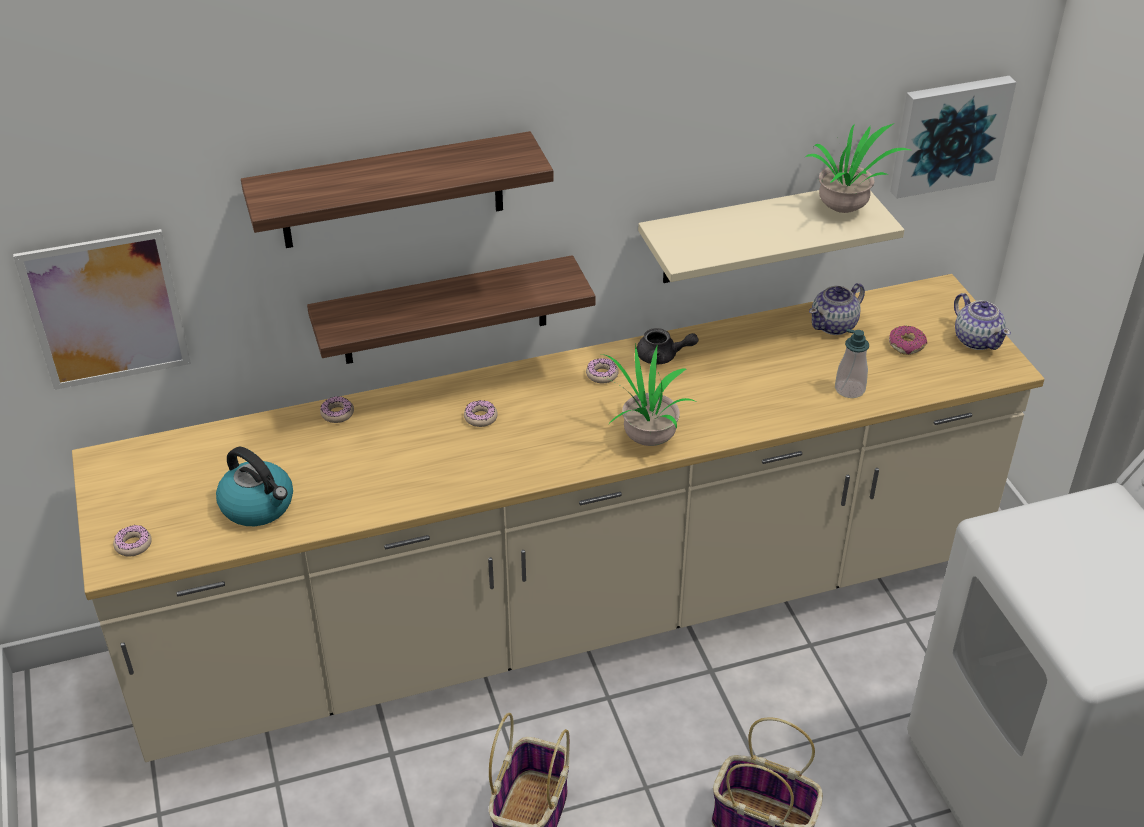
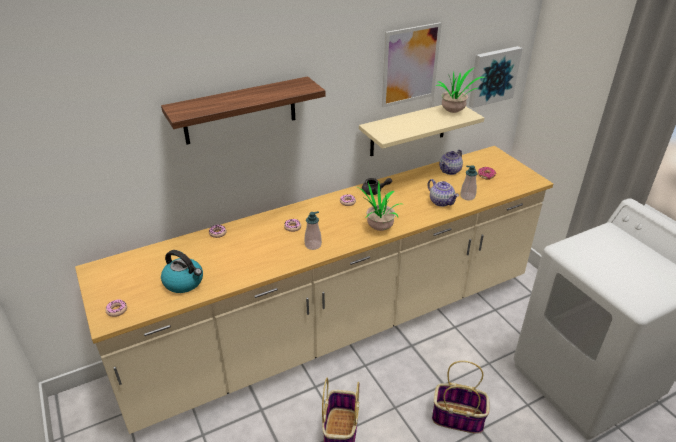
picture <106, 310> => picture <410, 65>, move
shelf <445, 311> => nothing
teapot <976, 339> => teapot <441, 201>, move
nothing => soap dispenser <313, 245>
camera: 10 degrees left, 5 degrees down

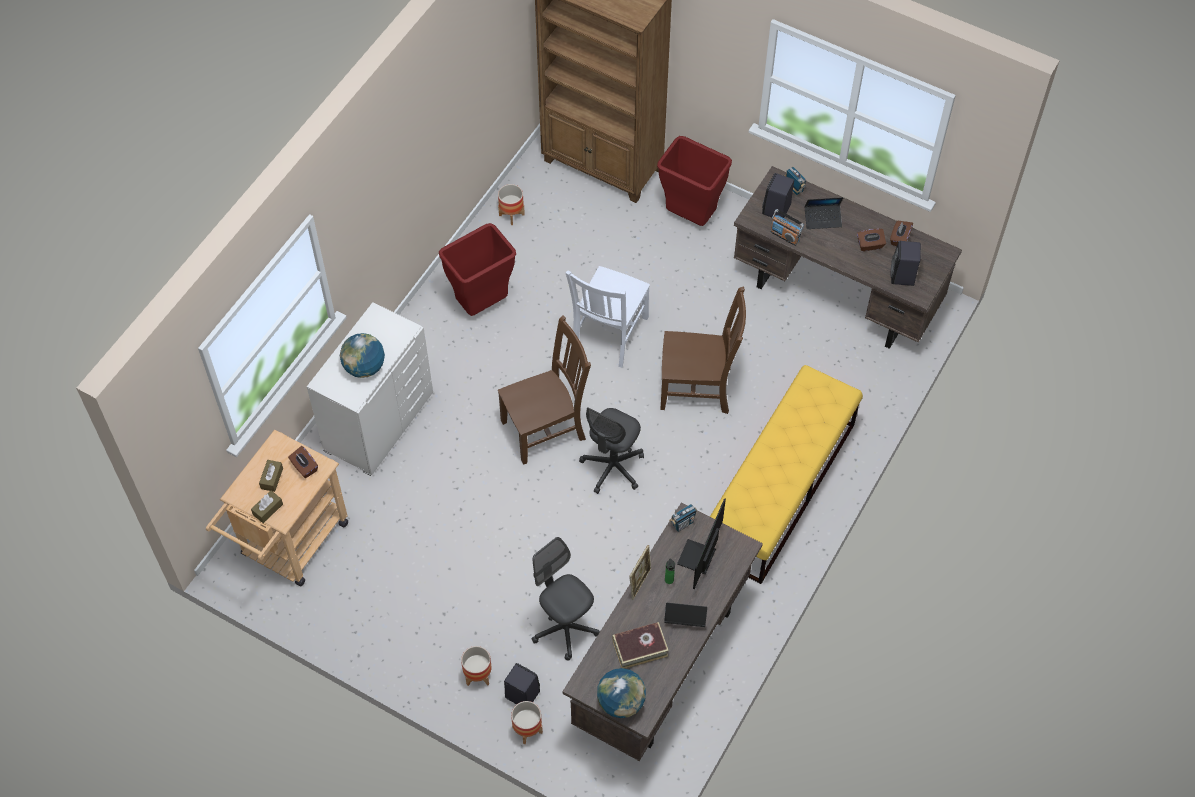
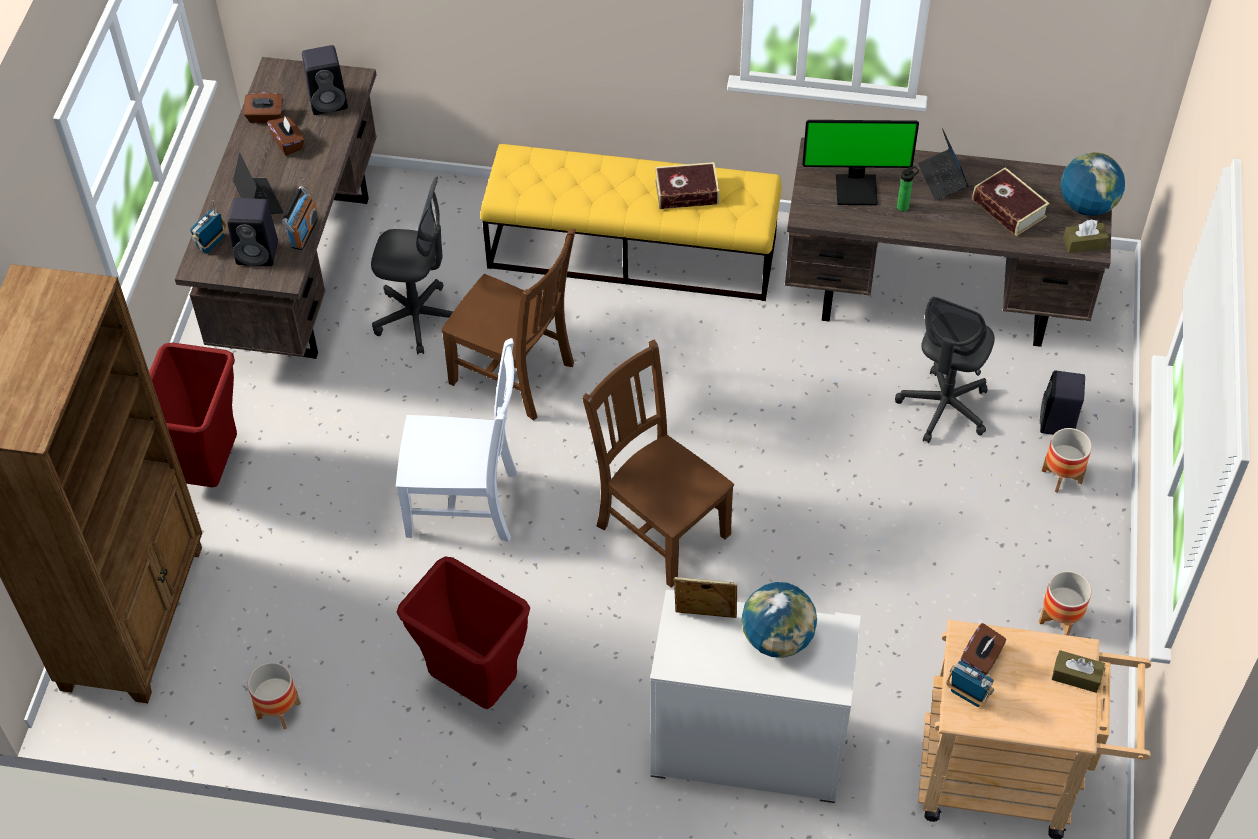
brown chair <698, 388> => brown chair <515, 375>, 135 degrees clockwise
grey office chair <612, 468> => grey office chair <418, 319>, move
brown tissue box <272, 478> => brown tissue box <1084, 243>, move
radio <682, 523> => radio <967, 695>, move
picture frame <640, 582> => picture frame <704, 616>, move
planter <527, 730> => planter <1060, 619>, move
nothing => book <686, 192>
camera: 110 degrees left, 5 degrees down

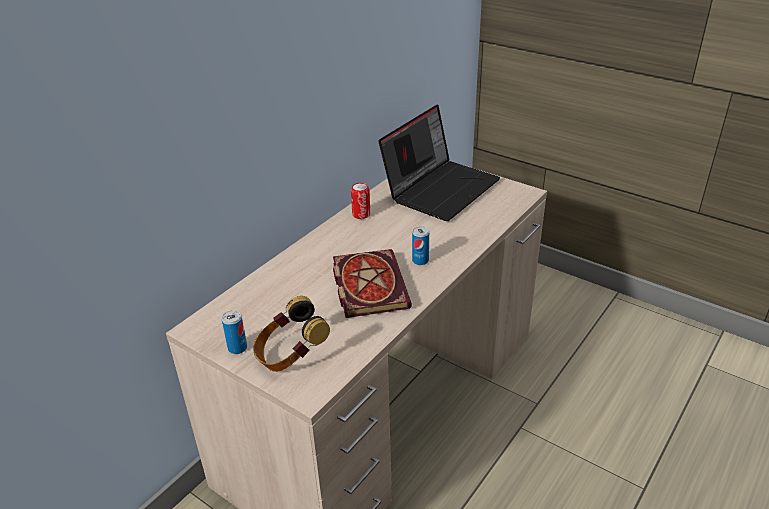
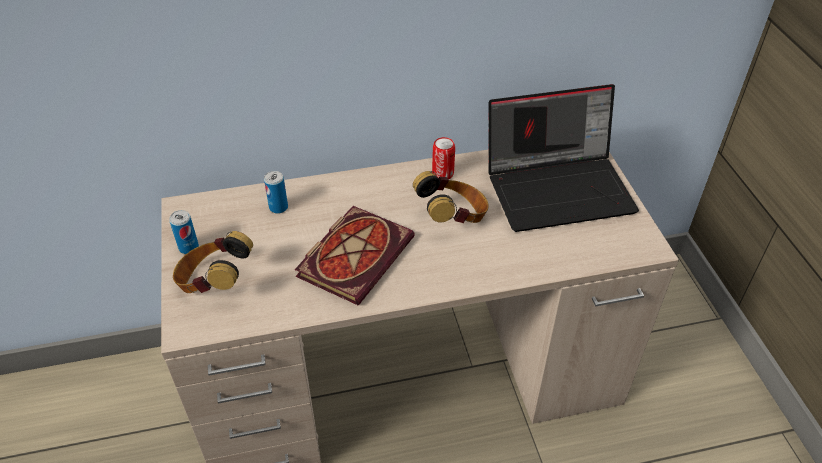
can <420, 260> => can <278, 207>, move
nothing => headphones <453, 217>
camera: 40 degrees right, 10 degrees up

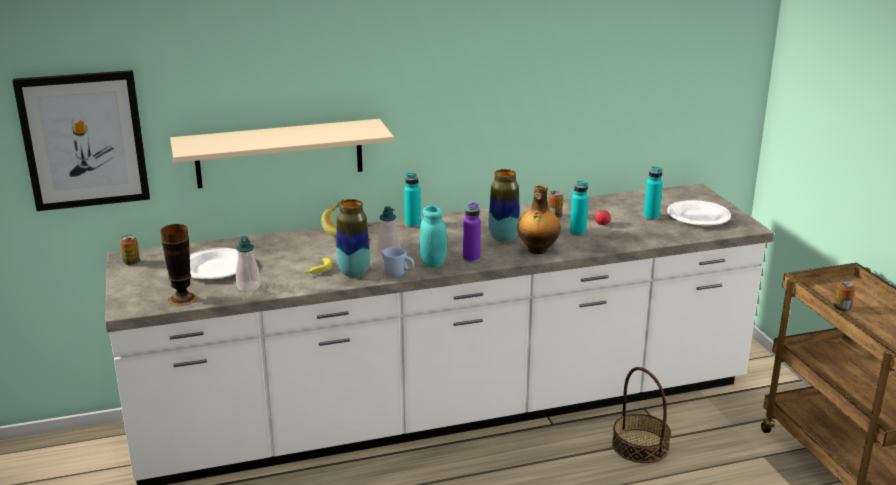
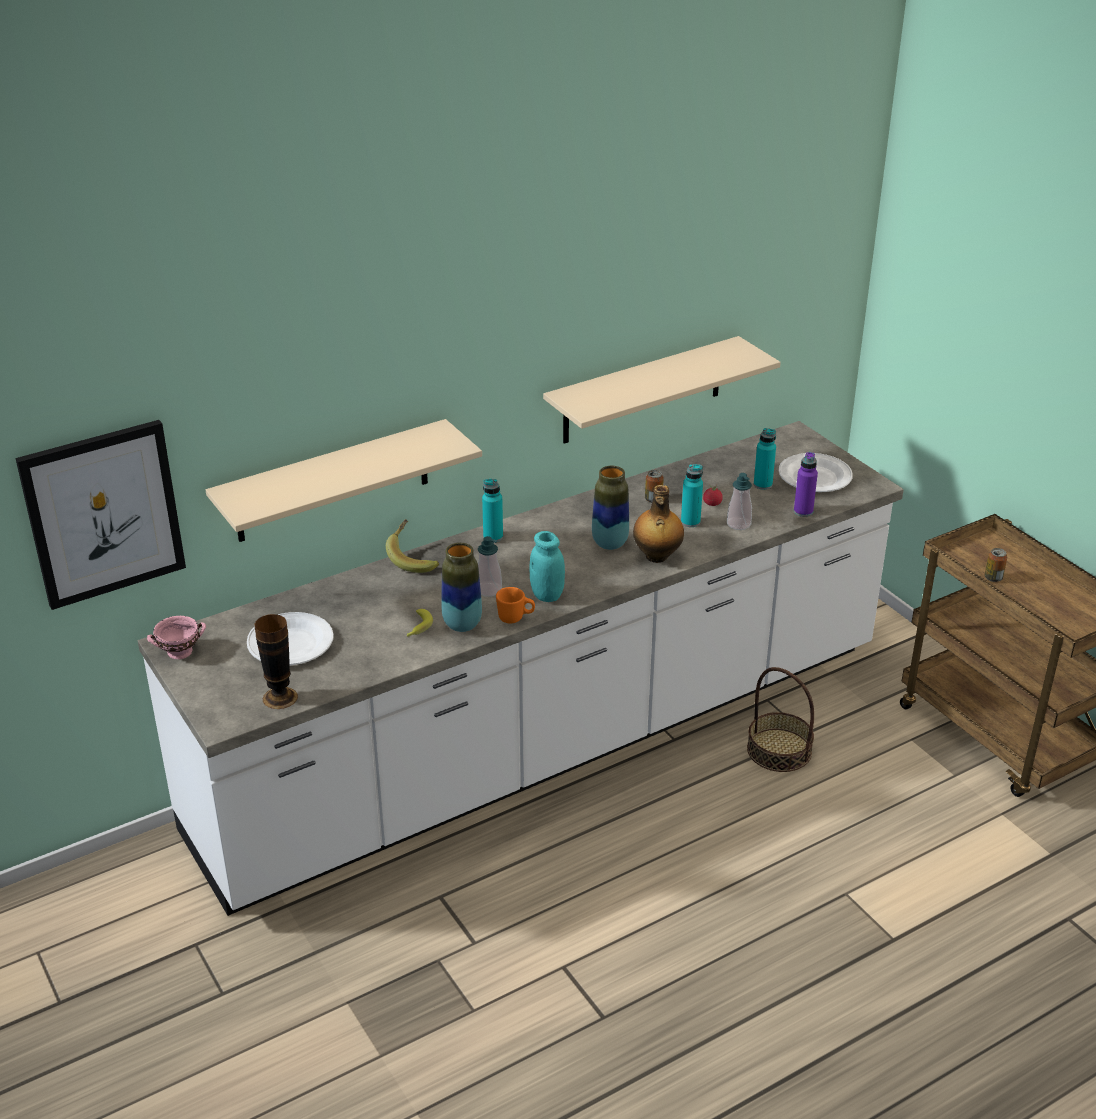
purple bottle <471, 259> => purple bottle <803, 511>, move
can <131, 262> => pink bowl <181, 652>
soap dispenser <248, 287> => soap dispenser <738, 524>, move
blue mug <398, 274> => orange mug <515, 618>
nothing => beige shelf <643, 391>
camera: 15 degrees left, 10 degrees up

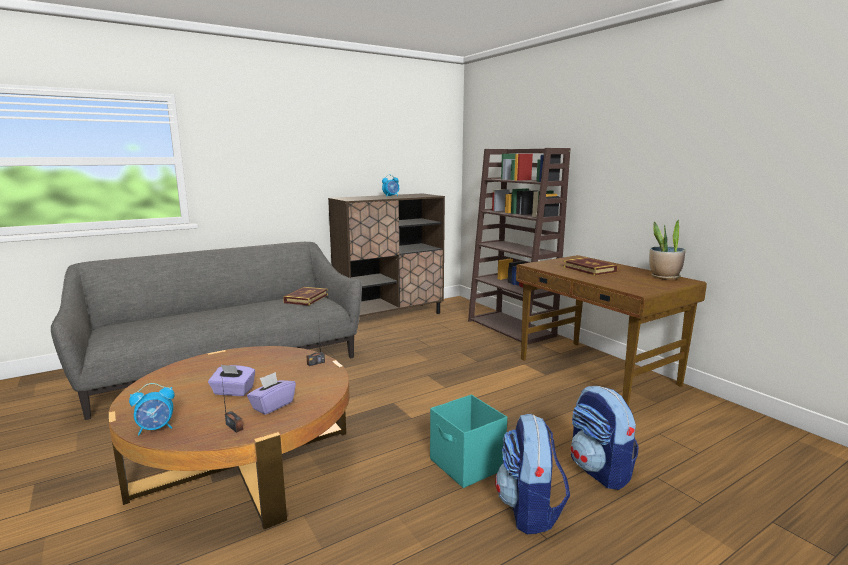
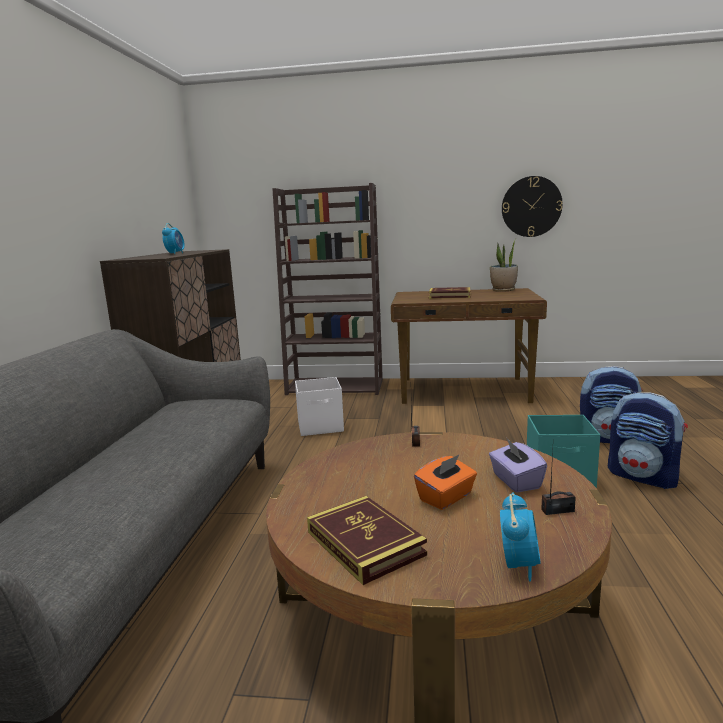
book <306, 298> => book <365, 543>, move
purple tissue box <233, 391> => orange tissue box <446, 497>
nothing => wall clock <531, 206>
nothing => white storage box <321, 426>
camera: 50 degrees left, 0 degrees up

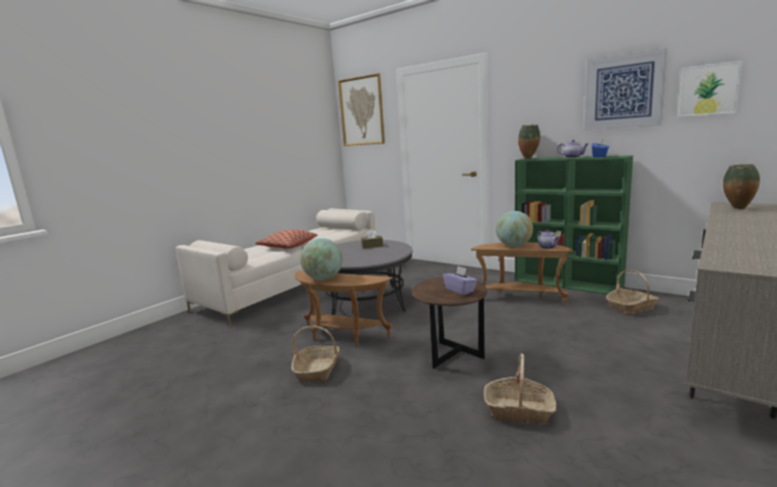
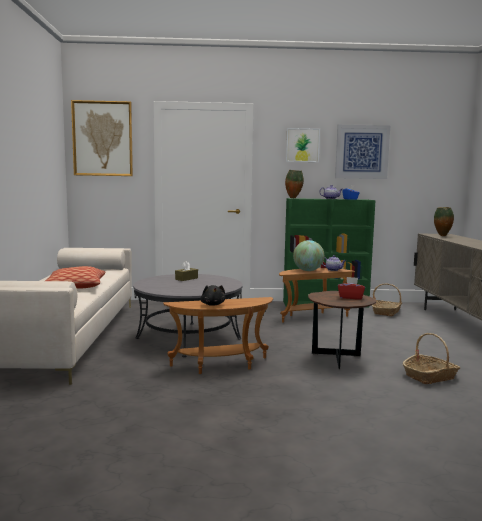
picture <708, 90> => picture <302, 145>, move
globe <323, 279> => black plush toy <212, 304>
purple tissue box <460, 290> => red tissue box <351, 297>
basket <318, 369> => nothing
camera: 40 degrees left, 5 degrees down

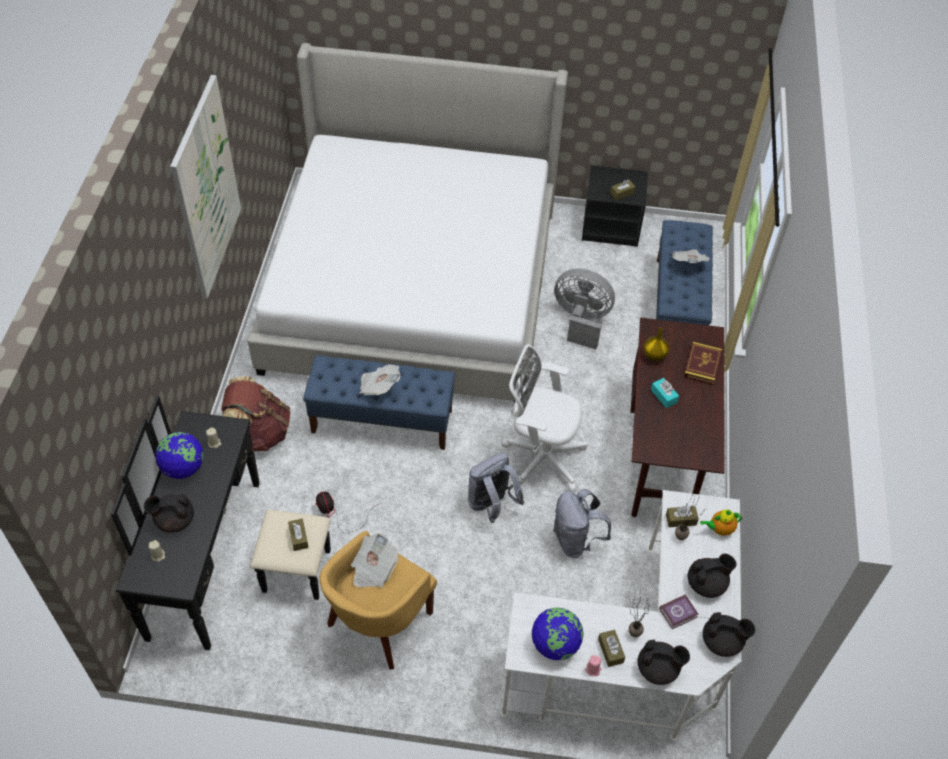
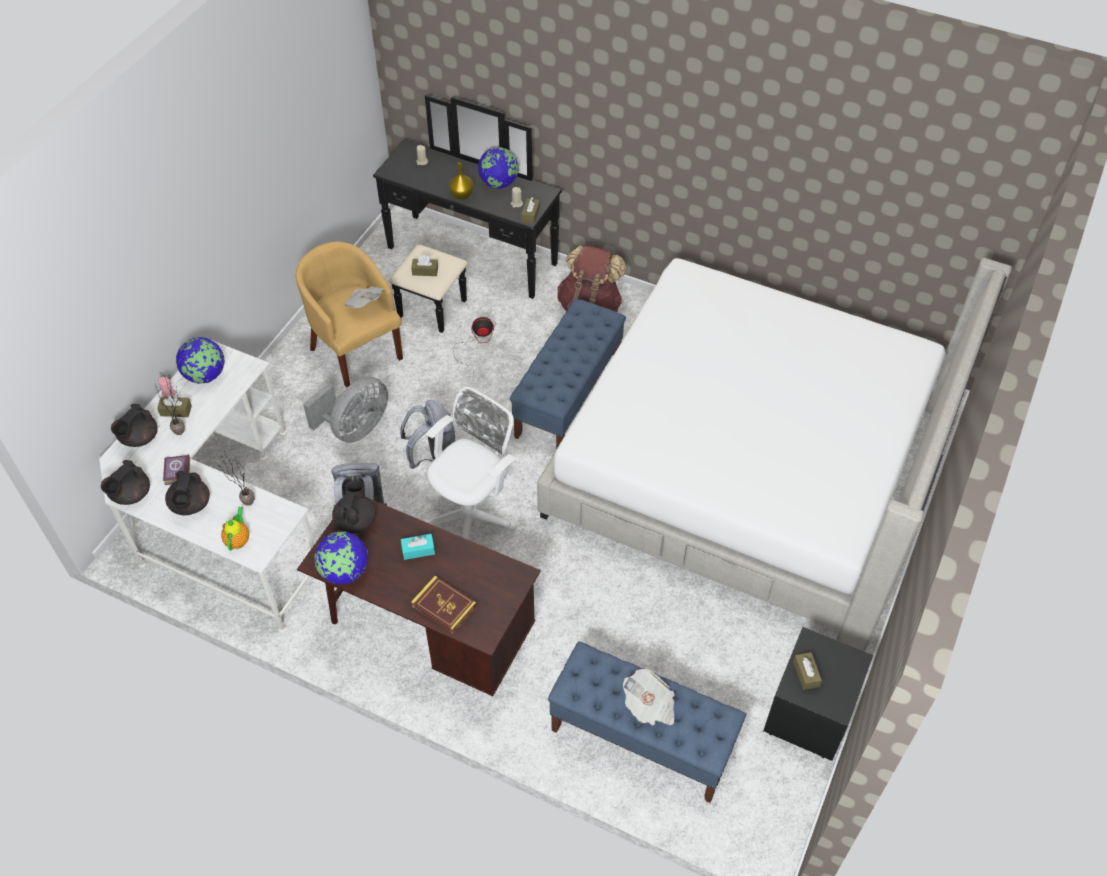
picture <206, 189> => nothing
grey fan <581, 321> => grey fan <355, 428>, move
yellow vase <653, 355> => yellow vase <462, 195>, move
newspaper <379, 386> => nothing
black teapot <174, 520> => black teapot <356, 521>, move
brown tissue box <681, 520> => brown tissue box <530, 215>, move
nothing => globe <344, 572>
camera: 110 degrees right, 0 degrees up

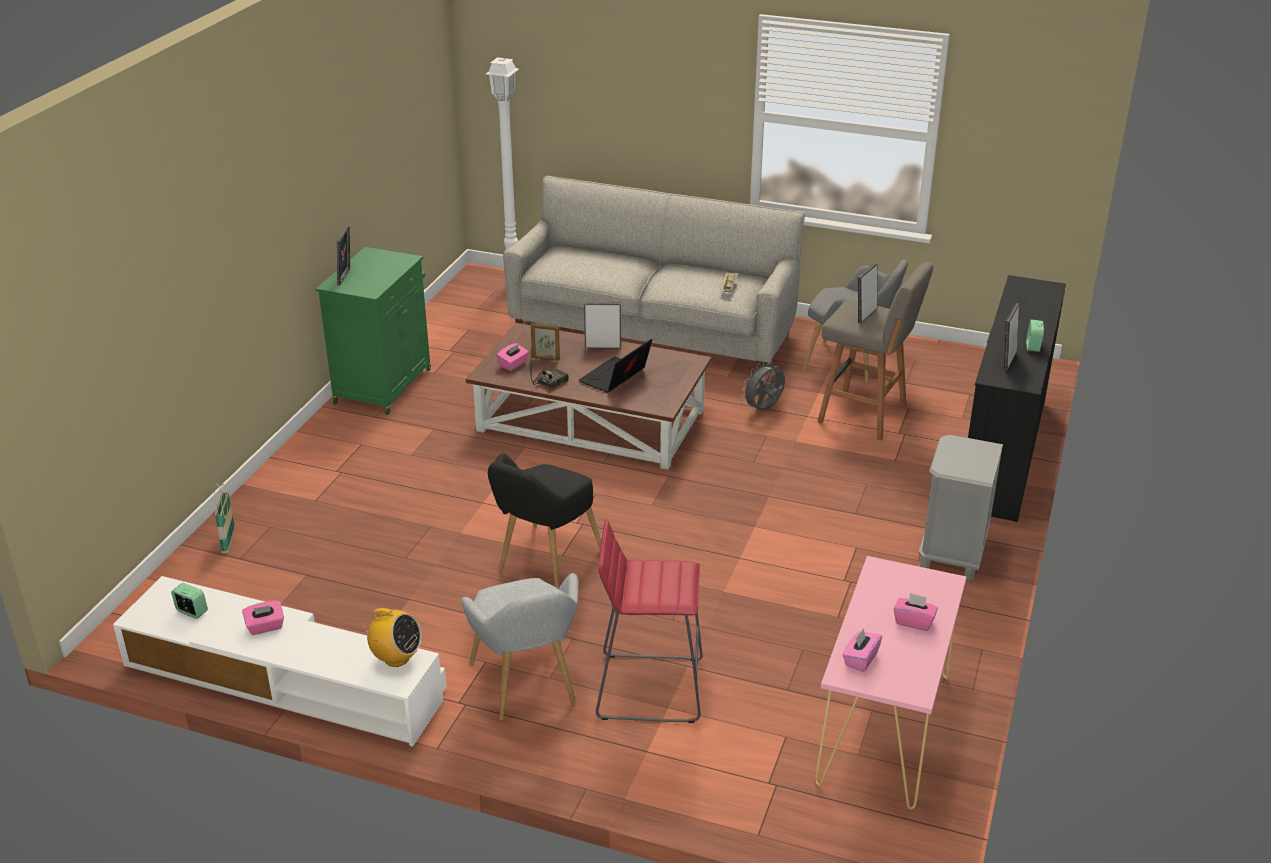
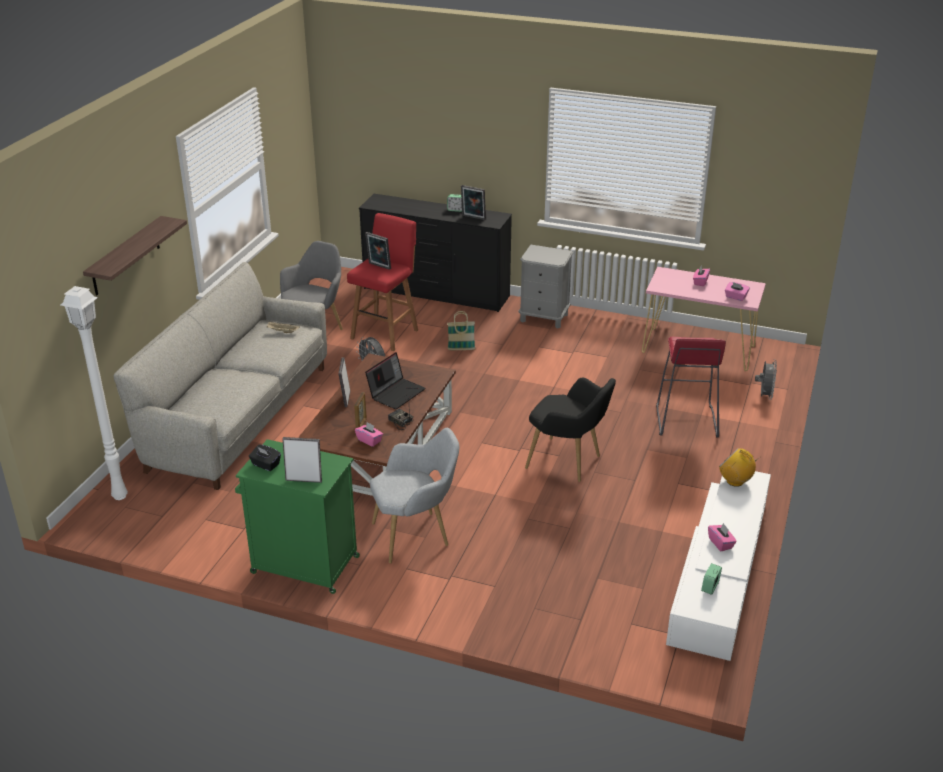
grey stool <865, 415> => red stool <386, 333>
laptop <615, 378> => laptop <396, 393>, 90 degrees counterclockwise
basket <228, 541> => basket <461, 349>, move
grey armchair <527, 688> => grey armchair <416, 535>, move
radio <396, 658> => radio <735, 481>, 75 degrees counterclockwise
nothing => shelf <126, 256>
nothing => grey fan <764, 396>
nothing => black tissue box <265, 465>
camera: 90 degrees left, 0 degrees up

